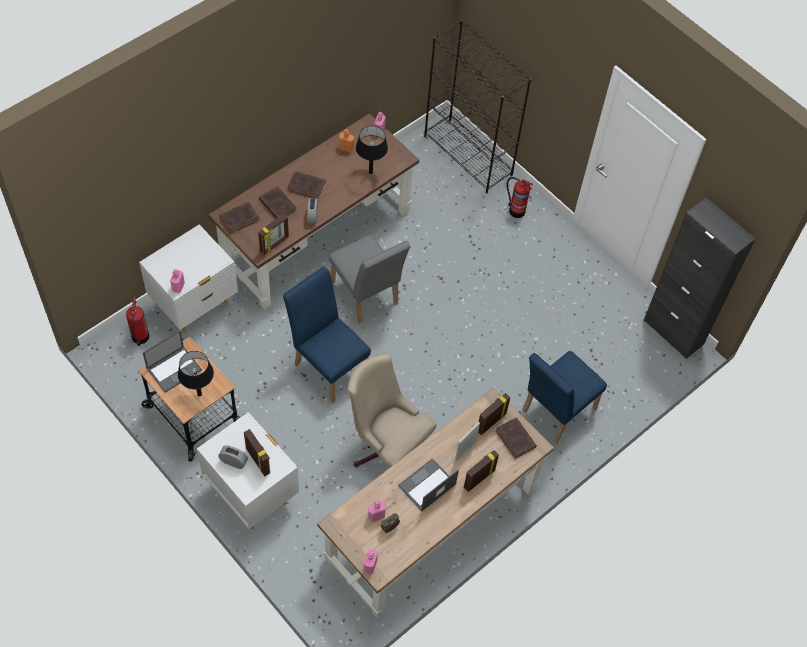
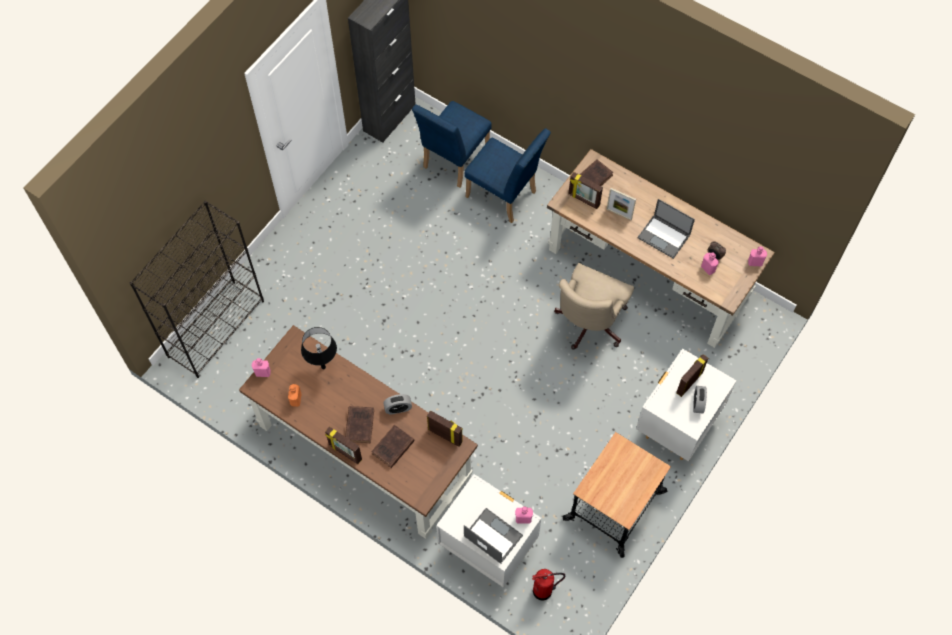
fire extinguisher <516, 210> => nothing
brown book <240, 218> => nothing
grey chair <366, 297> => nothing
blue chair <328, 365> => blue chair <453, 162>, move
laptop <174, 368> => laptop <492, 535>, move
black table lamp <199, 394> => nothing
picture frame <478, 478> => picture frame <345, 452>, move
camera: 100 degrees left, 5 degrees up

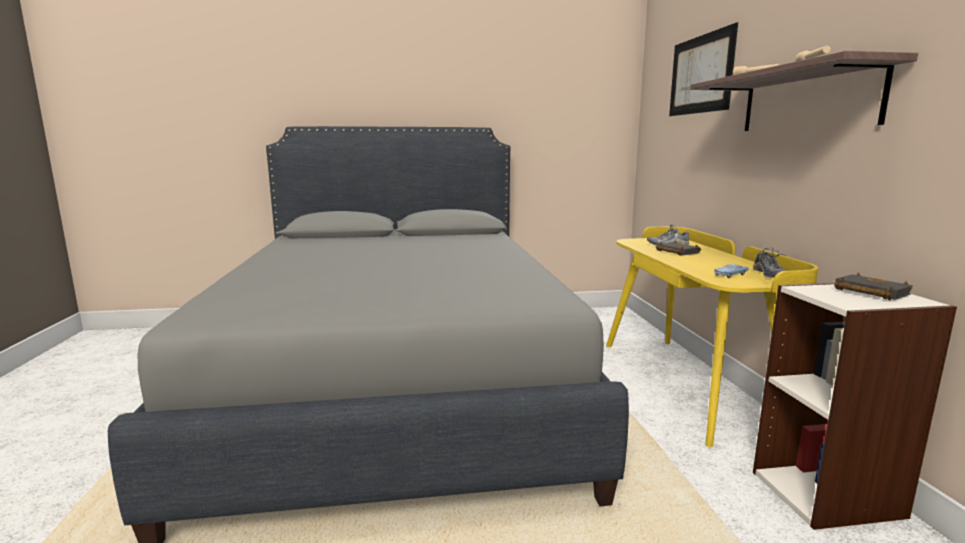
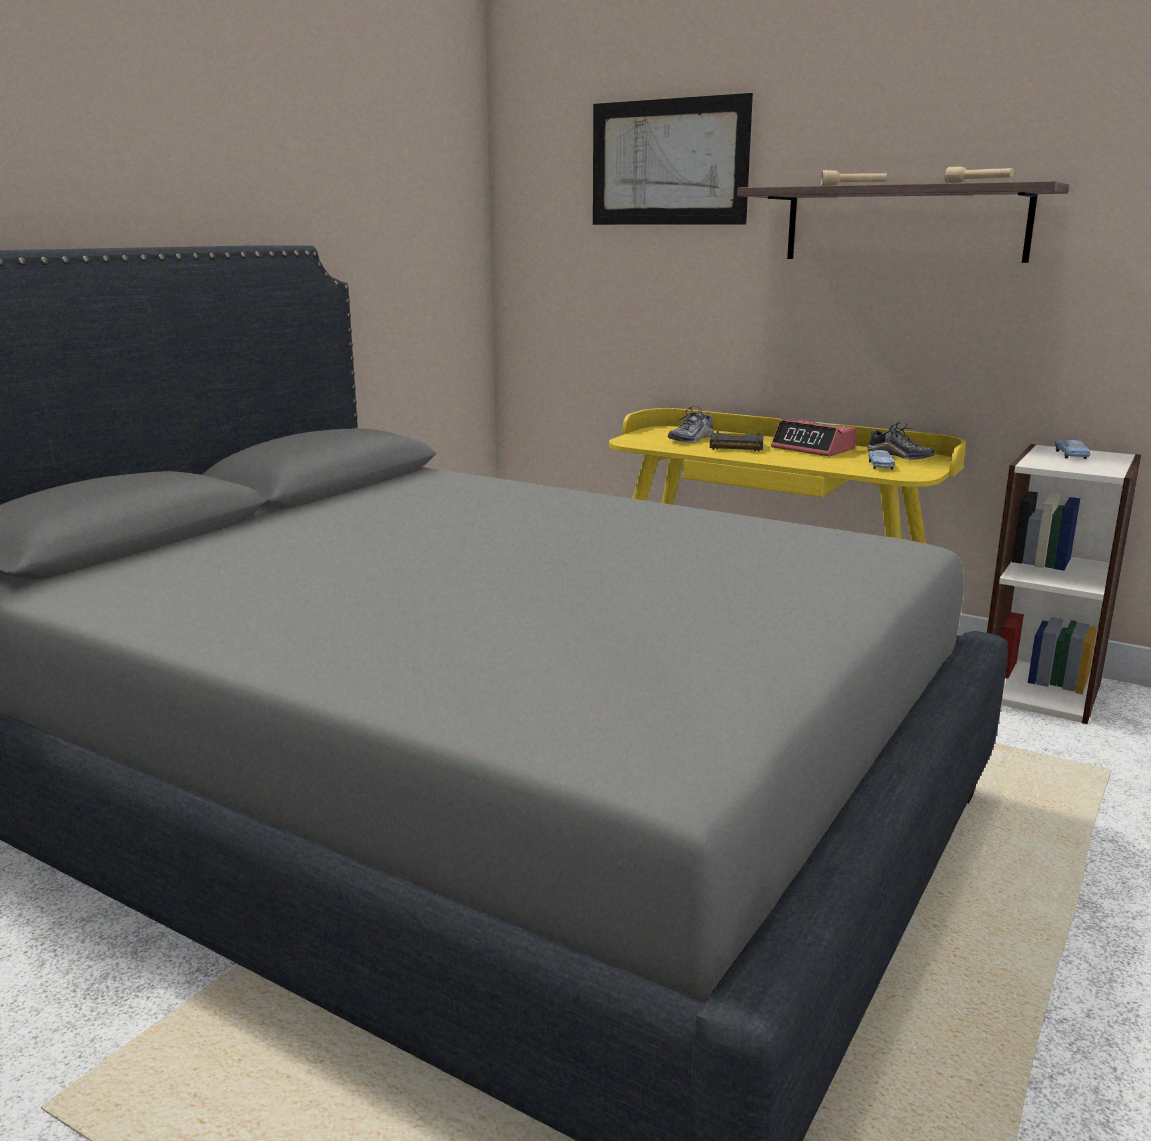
black book <868, 292> => blue toy car <1071, 455>
nothing => alarm clock <813, 449>
camera: 50 degrees left, 5 degrees up

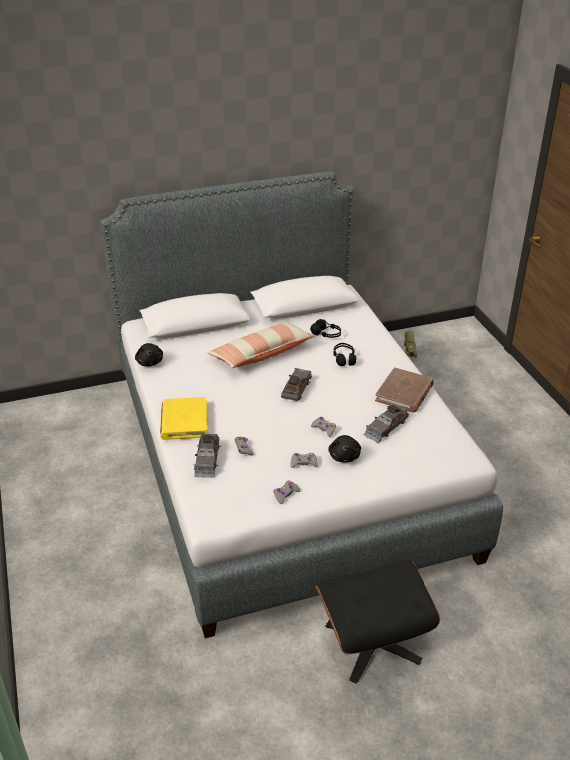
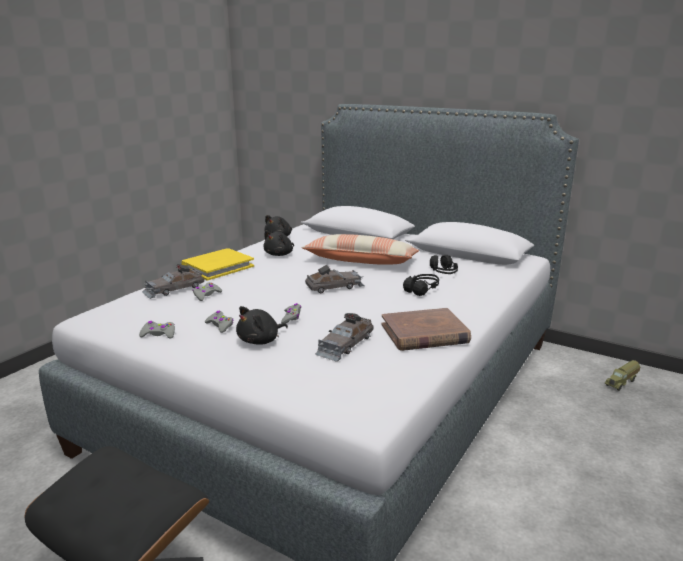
grey toy car <385, 427> => grey toy car <345, 344>, 60 degrees counterclockwise
nothing => black plush toy <280, 254>
camera: 50 degrees right, 15 degrees down

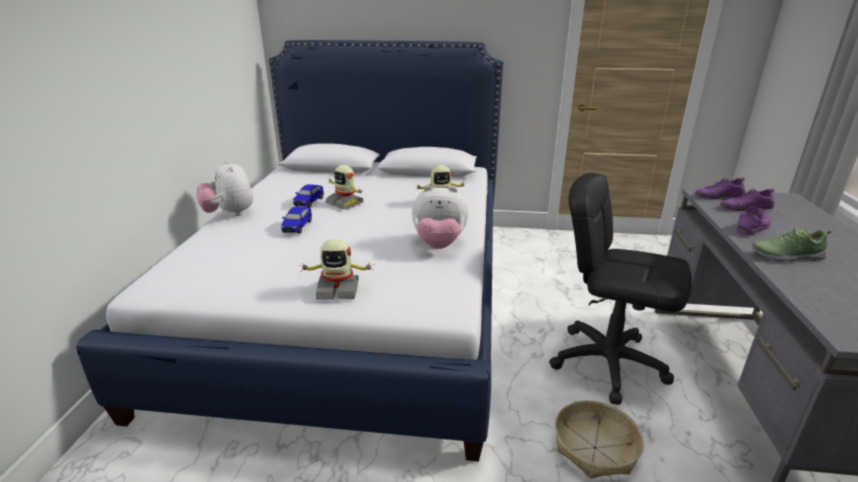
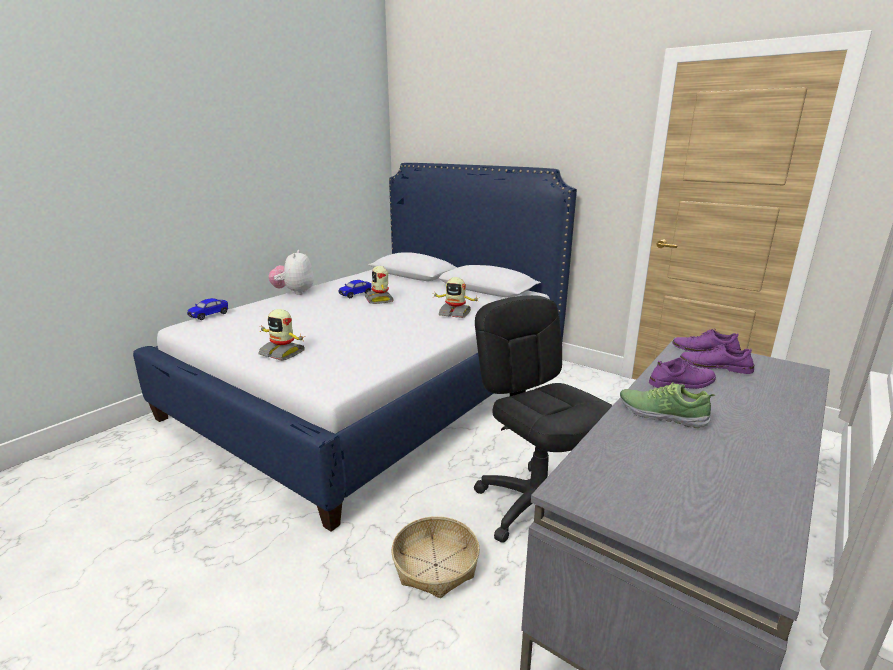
plush toy <439, 244> => nothing
toy car <297, 227> => toy car <209, 315>, move
camera: 30 degrees right, 5 degrees down

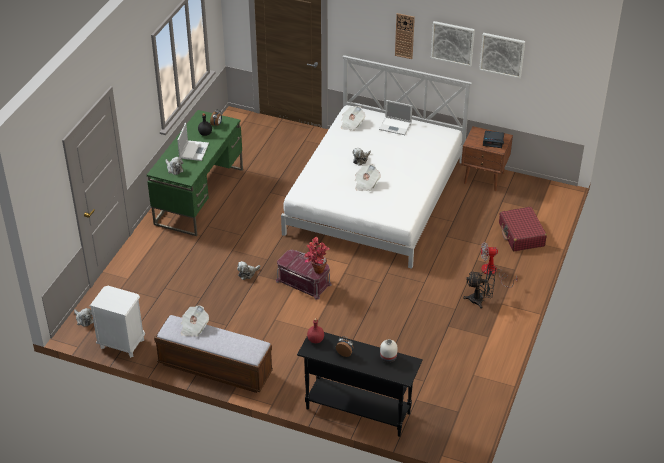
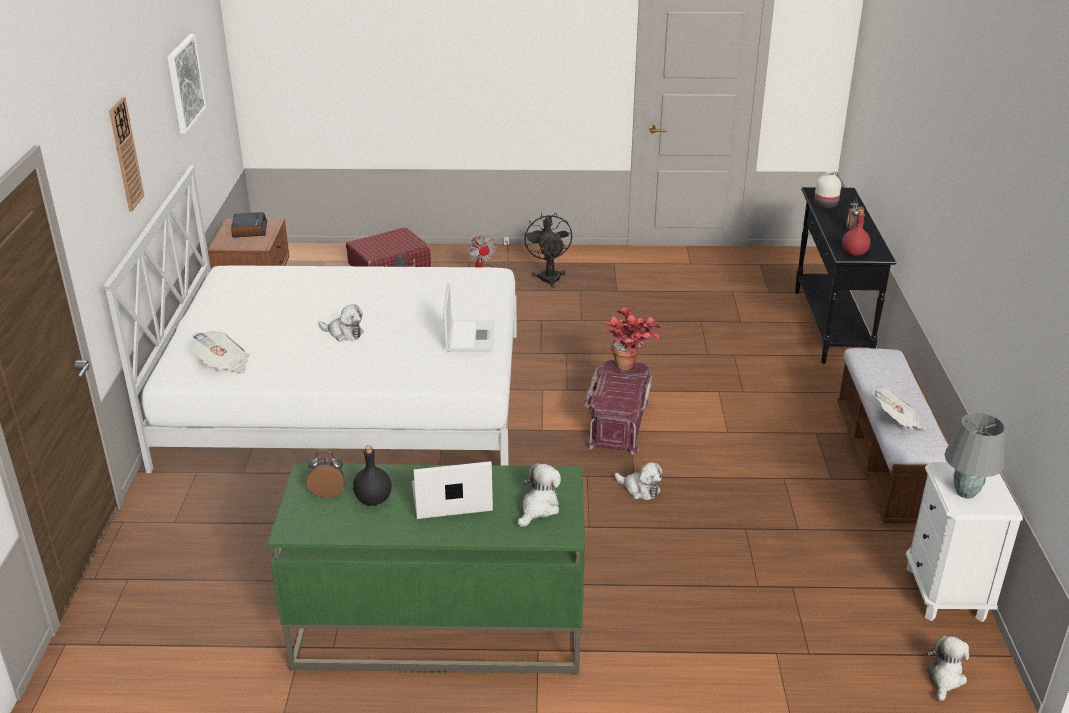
picture <452, 43> => nothing
laptop <395, 126> => laptop <469, 336>, move
newspaper <366, 184> => nothing
nothing => grey table lamp <966, 493>
camera: 110 degrees left, 10 degrees down

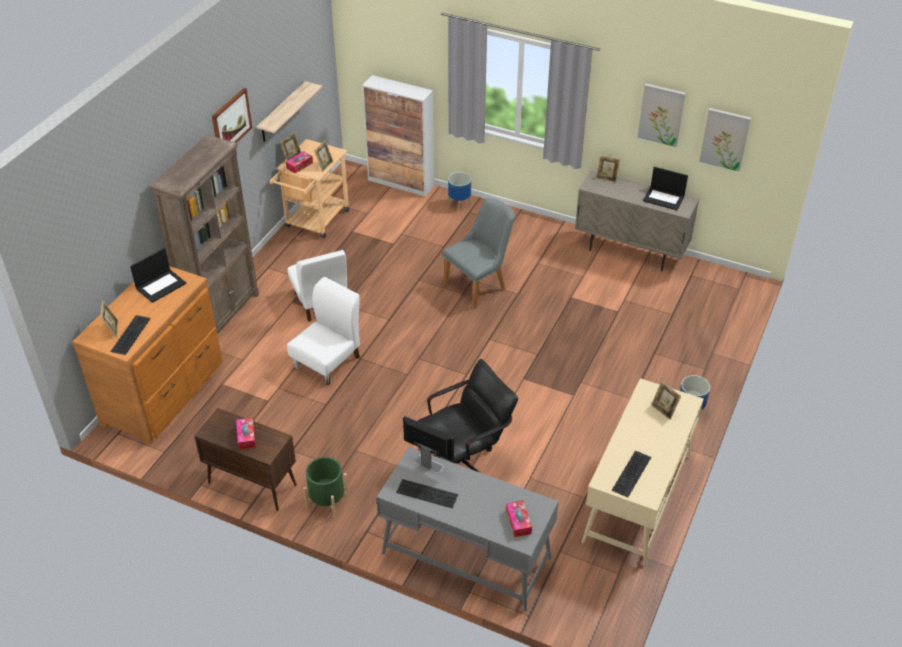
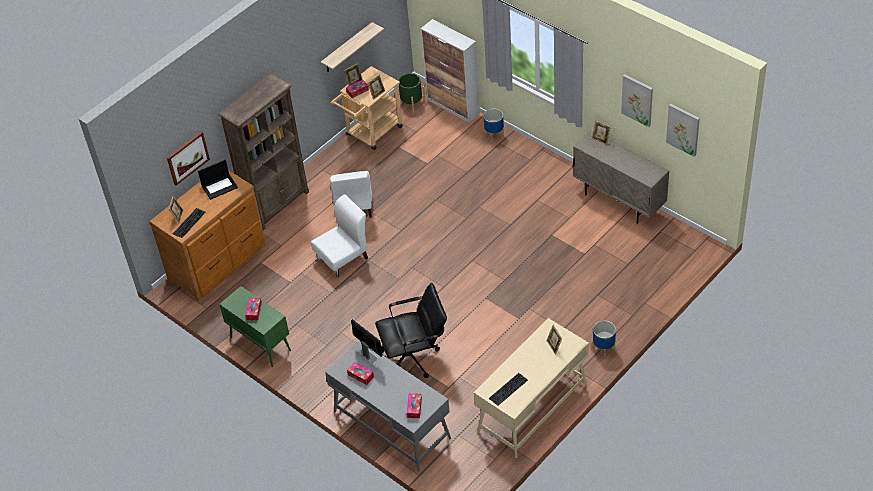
picture <231, 121> => picture <187, 158>, move
laptop <664, 198> => nothing
grey chair <480, 285> => nothing
brown cabinet <251, 484> => green cabinet <260, 344>
green planter <327, 501> => green planter <411, 103>, move
keyboard <428, 493> => tissue box <360, 375>
camera: 20 degrees right, 5 degrees up

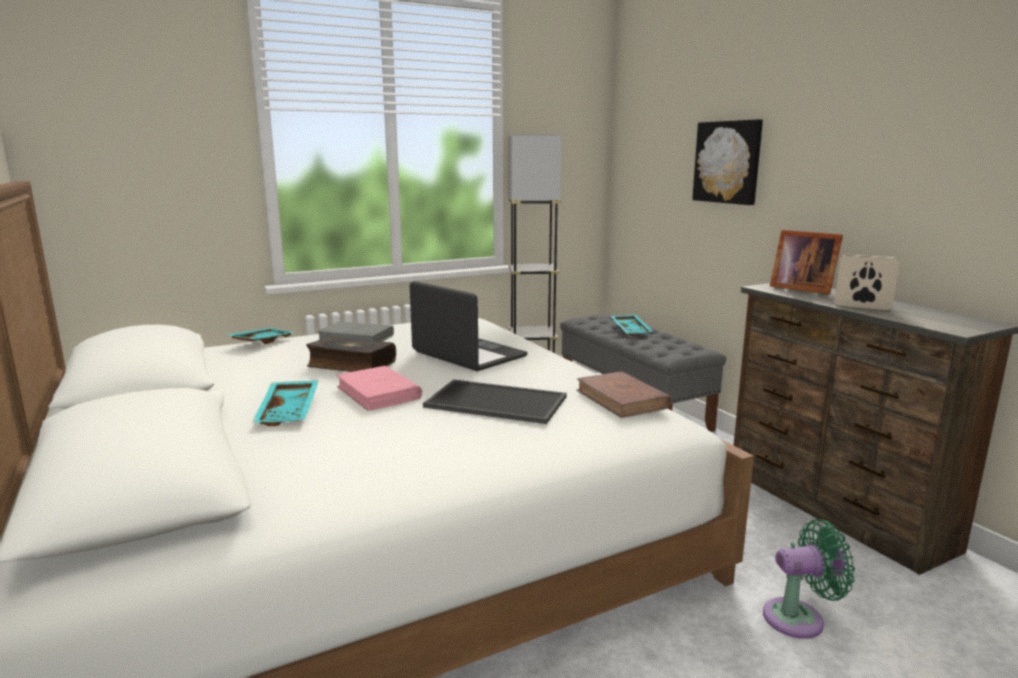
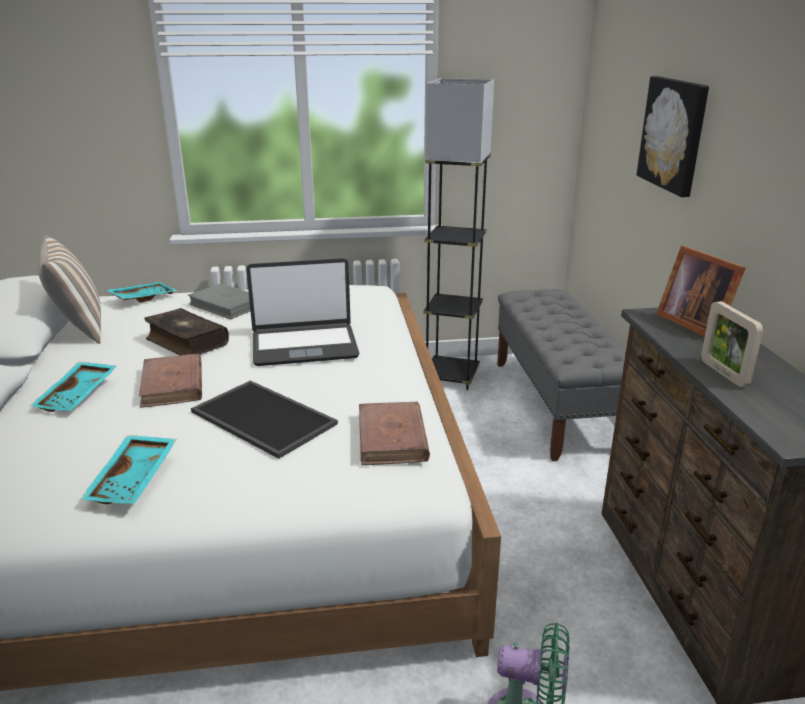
picture frame <862, 307> => picture frame <723, 373>, 150 degrees counterclockwise
laptop <468, 355> => laptop <304, 346>, 105 degrees clockwise
turquoise tray <632, 330> => turquoise tray <135, 480>, move
pink book <378, 393> => brown book <172, 385>
nothing => pillow <79, 329>
camera: 20 degrees right, 10 degrees up

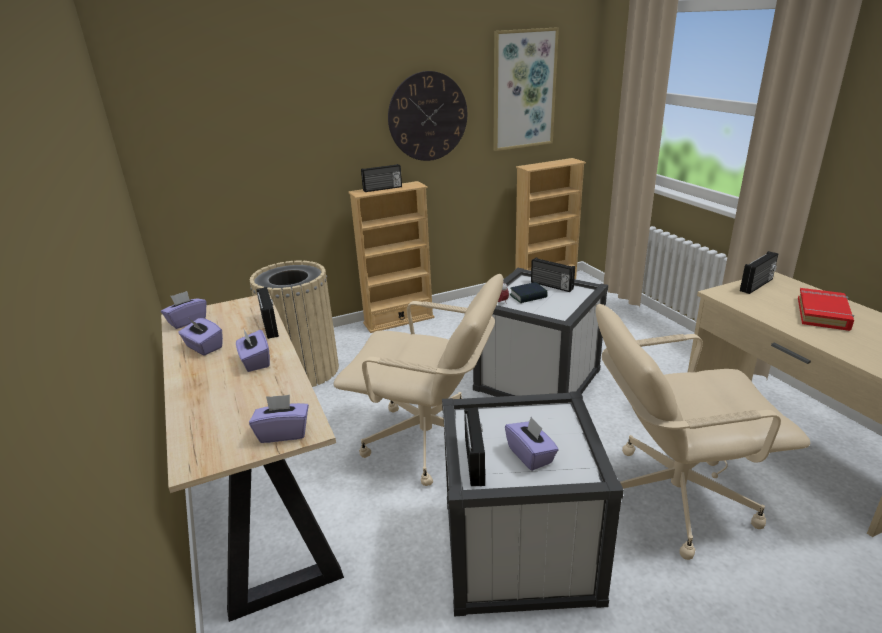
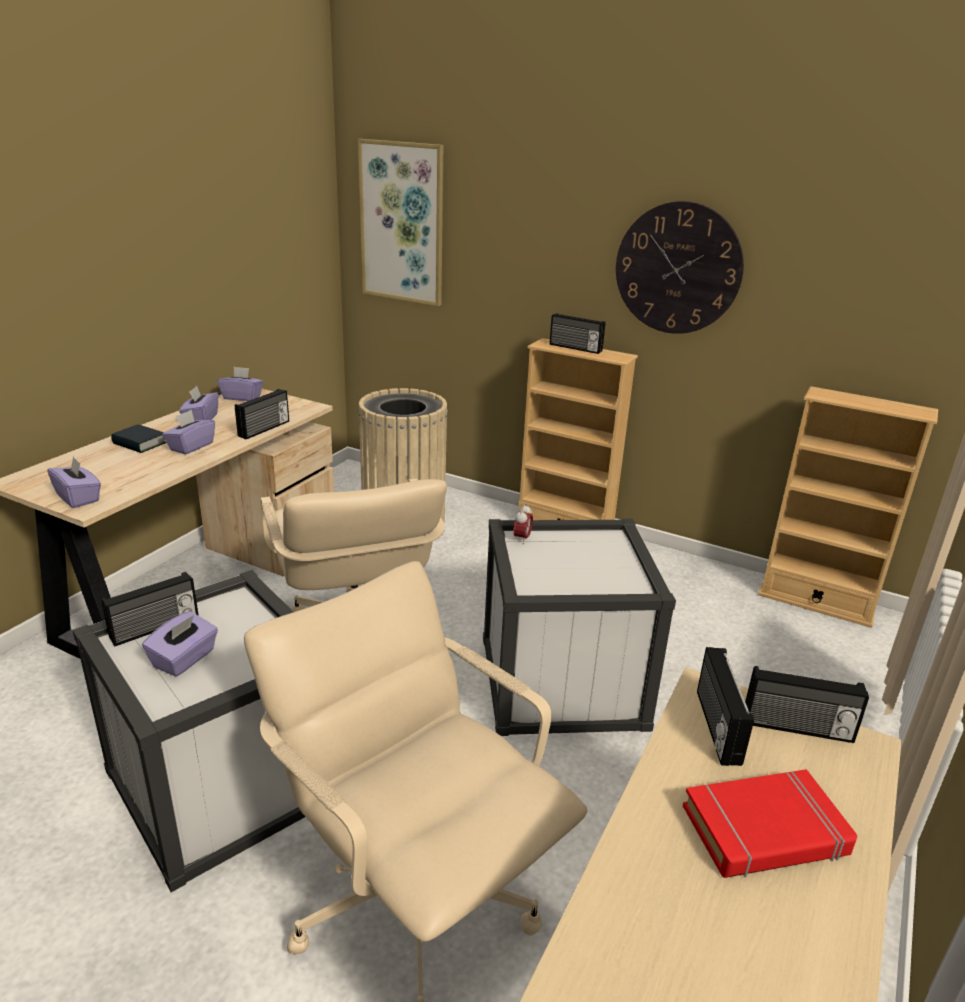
picture <523, 90> => picture <402, 223>, move
radio <551, 286> => radio <715, 726>, move
book <528, 296> => book <139, 443>, move
camera: 50 degrees right, 0 degrees up

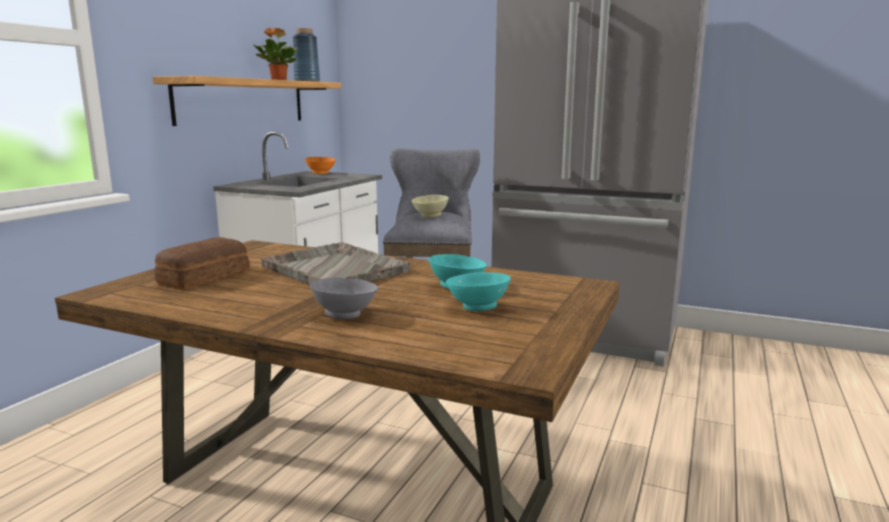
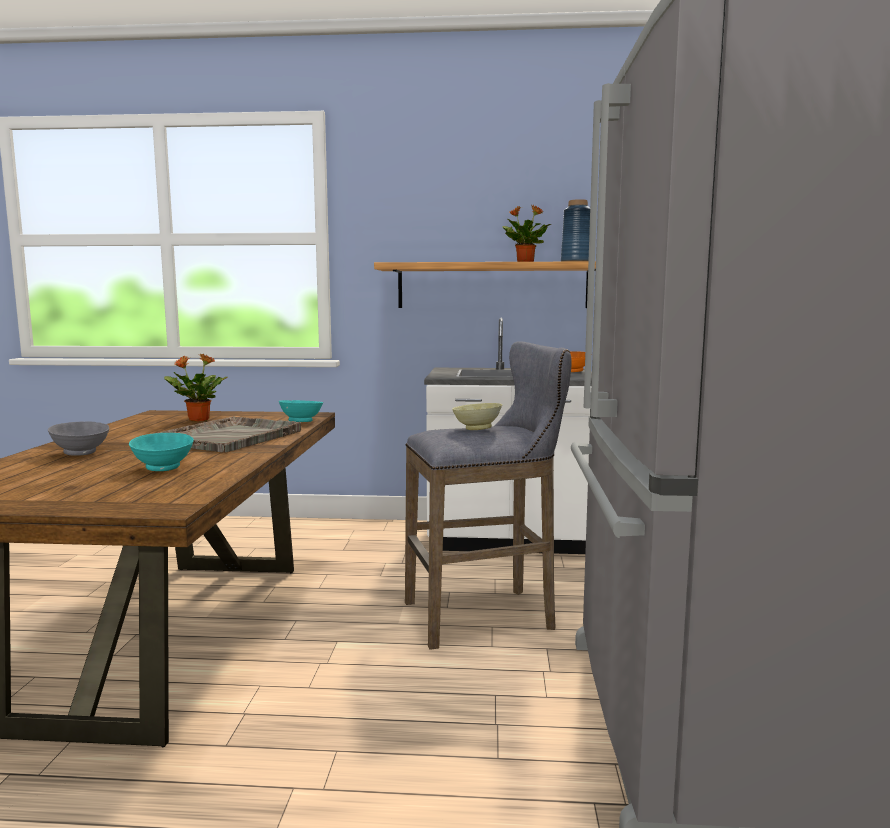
bread <202, 277> => potted plant <198, 420>
turquoise bowl <478, 307> => turquoise bowl <302, 421>, move
camera: 70 degrees right, 5 degrees down

